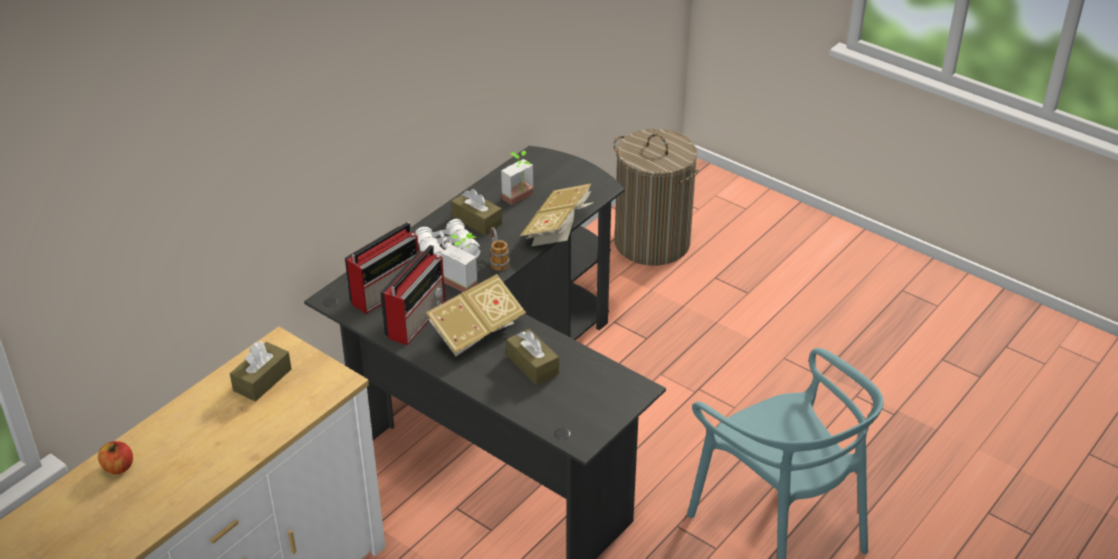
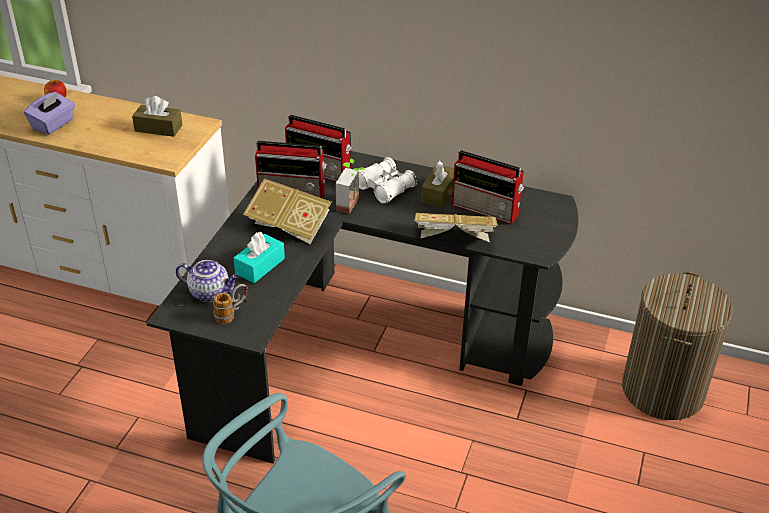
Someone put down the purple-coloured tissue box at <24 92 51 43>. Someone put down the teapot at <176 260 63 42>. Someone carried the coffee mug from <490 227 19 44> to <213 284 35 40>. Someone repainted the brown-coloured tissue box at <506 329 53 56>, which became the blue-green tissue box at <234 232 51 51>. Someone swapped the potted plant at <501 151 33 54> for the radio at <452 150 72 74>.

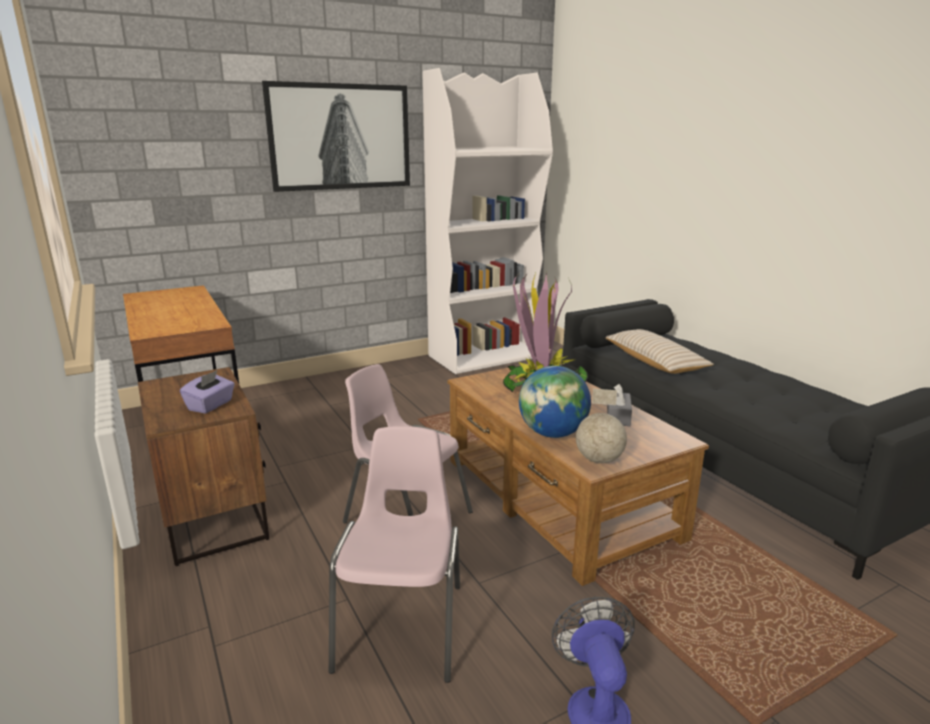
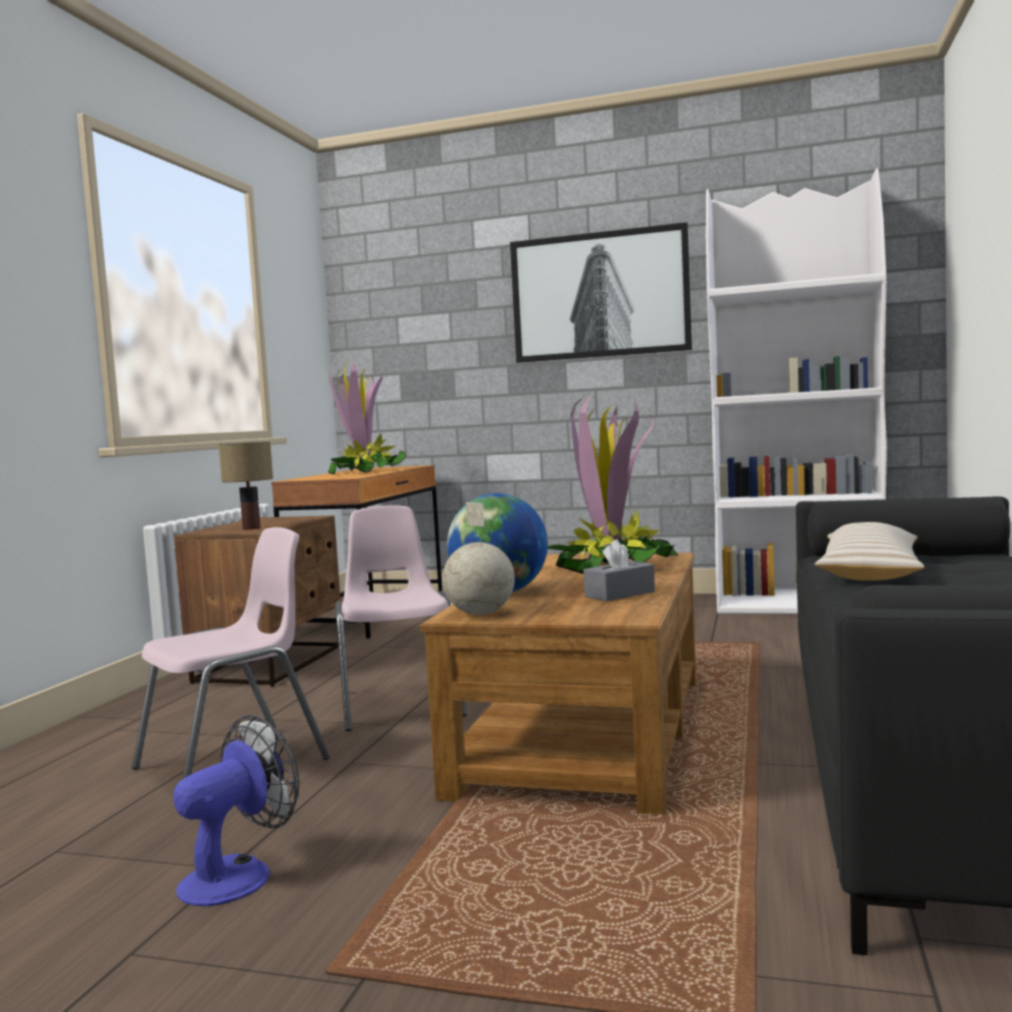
Someone swapped the purple-coloured tissue box at <180 370 55 44> for the tabletop lamp at <219 442 54 88>. Someone put down the potted plant at <328 359 78 115>.

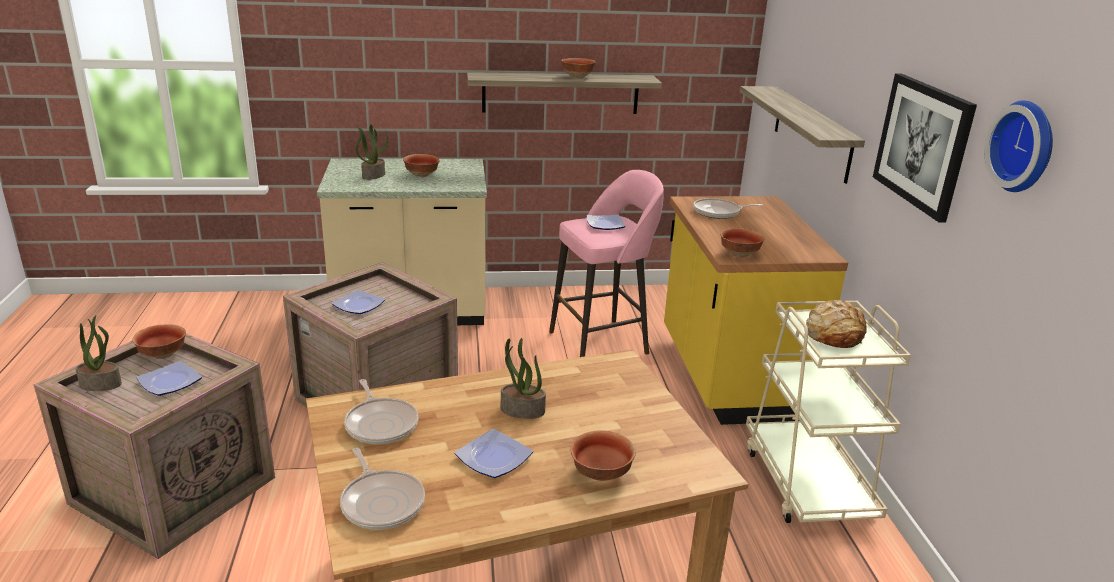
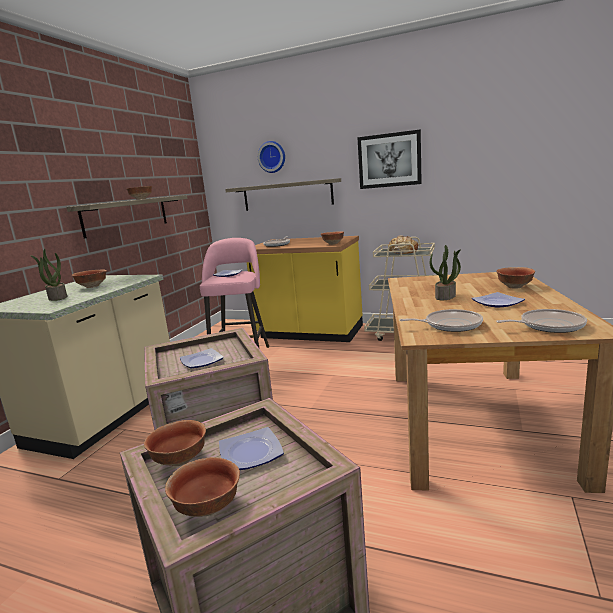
Someone swapped the potted plant at <75 315 47 76> for the serving bowl at <165 457 75 60>. Someone carried the wall clock from <985 100 68 92> to <258 141 27 32>.

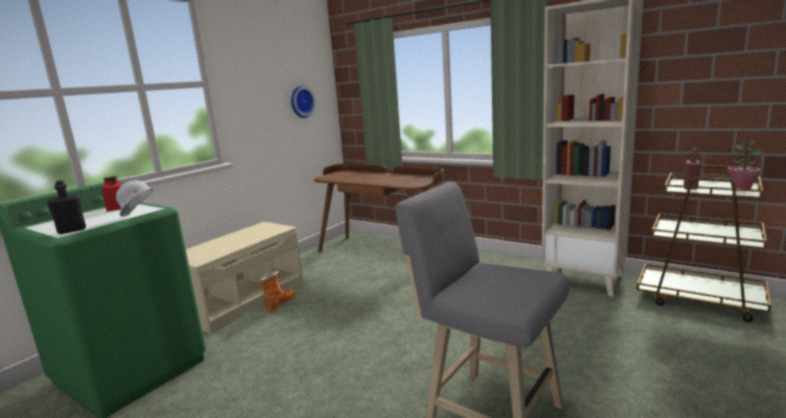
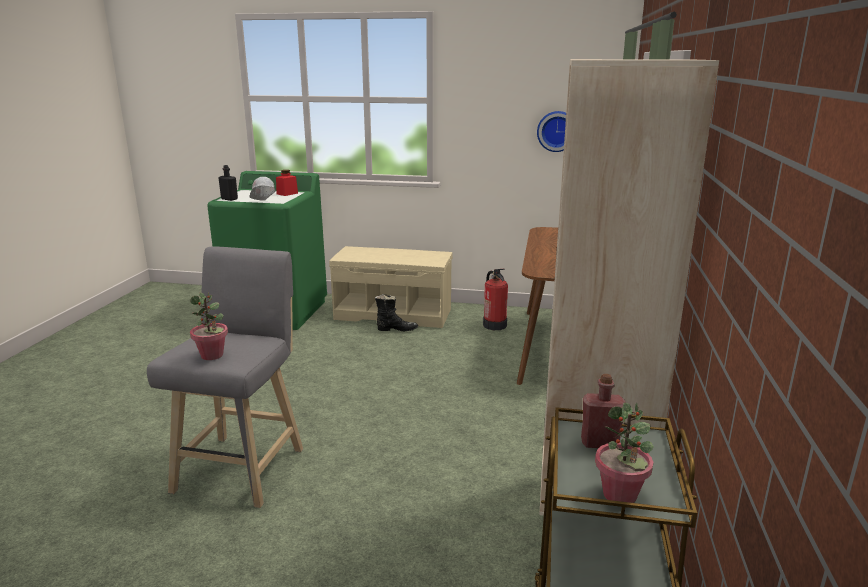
Someone put down the potted plant at <190 292 38 68>. Someone repainted the orange-coloured tall boot at <260 271 36 41>, which became the blackish tall boot at <375 294 43 37>. Someone put down the fire-fighting cylinder at <483 269 25 61>.

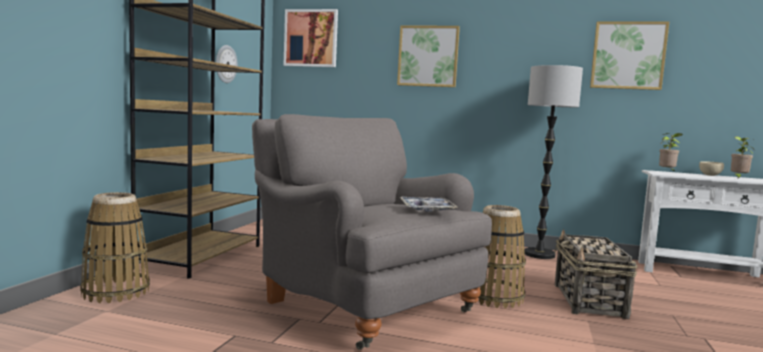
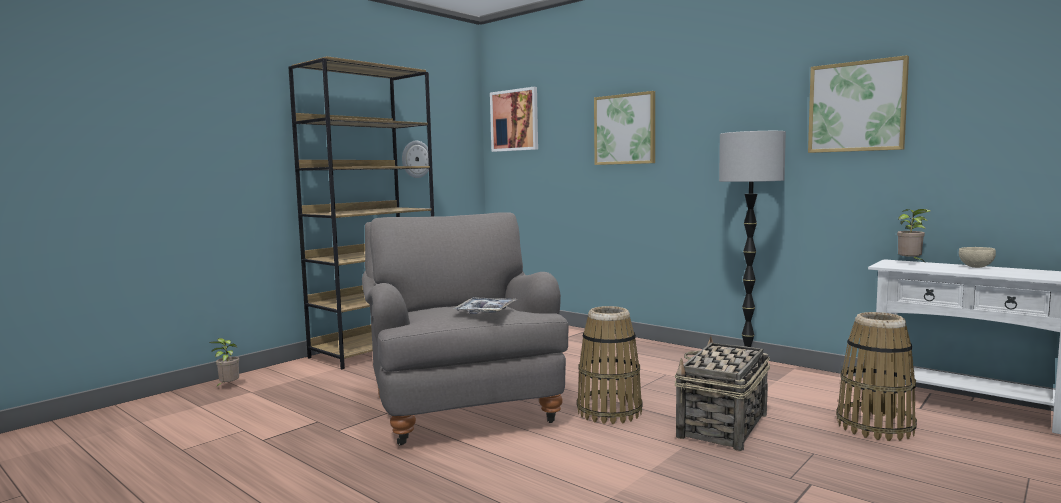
Someone carried the potted plant from <731 137 23 41> to <209 338 30 50>. Someone carried the storage basket from <80 192 70 111> to <836 312 81 129>.

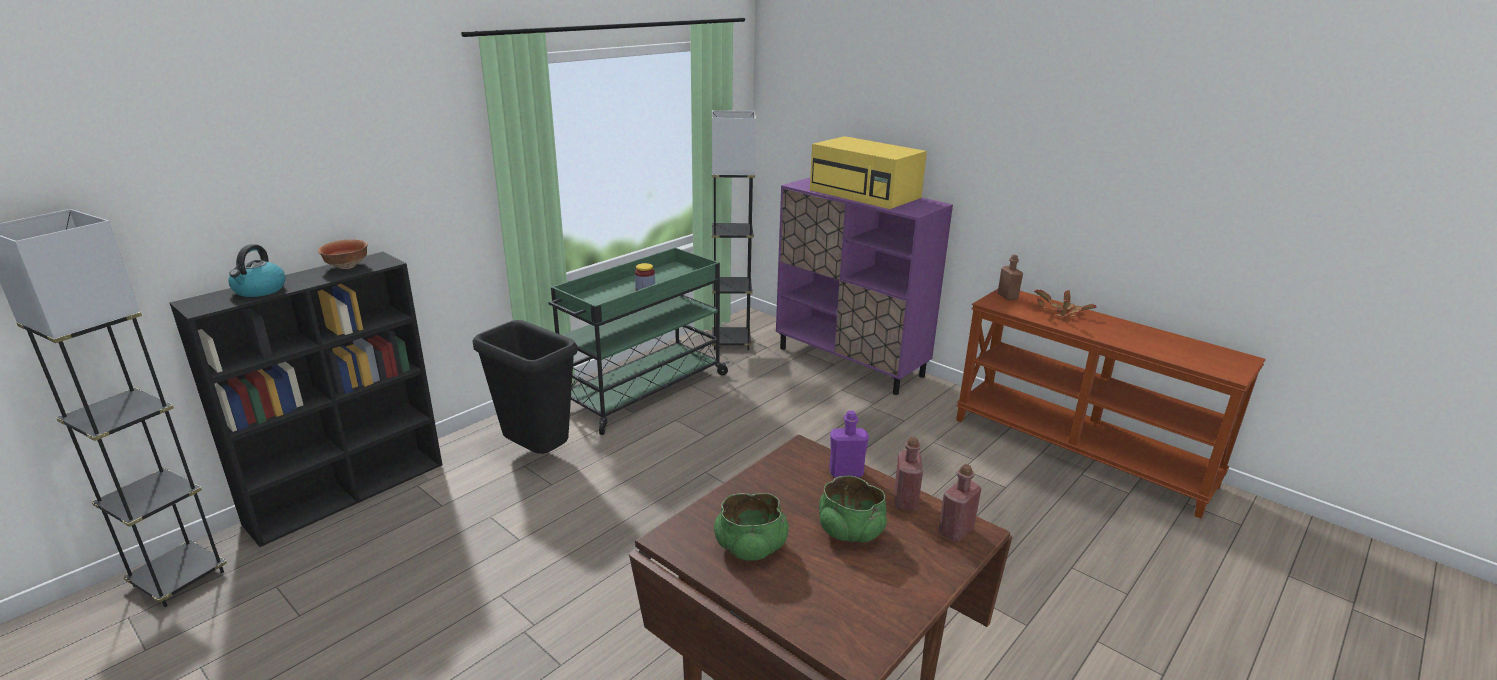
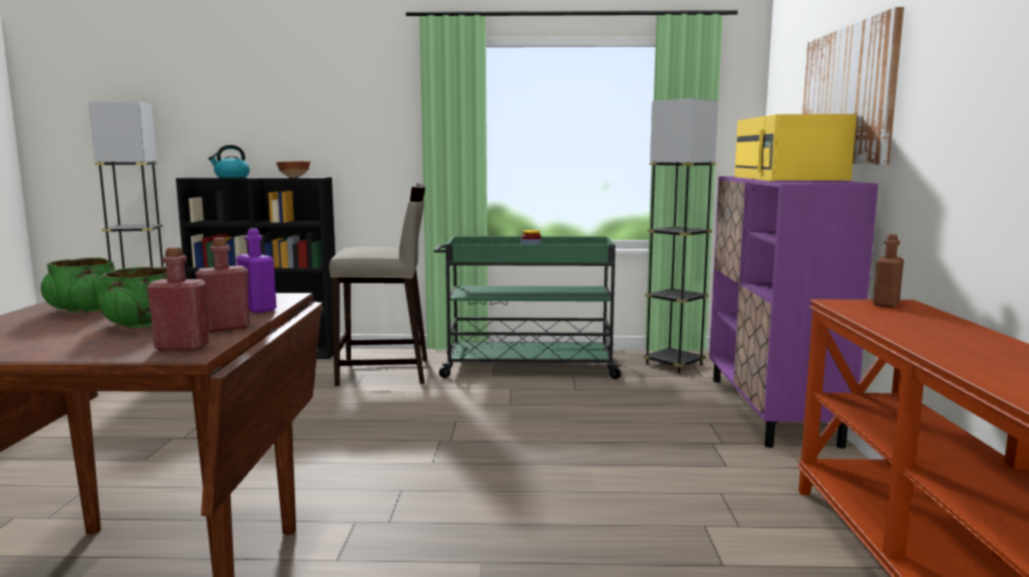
Someone swapped the blackish trash can at <473 320 105 134> for the sand-coloured sitting stool at <329 183 98 203>. Someone put up the wall picture at <802 7 102 158>. Someone took away the potted plant at <1034 289 63 28>.

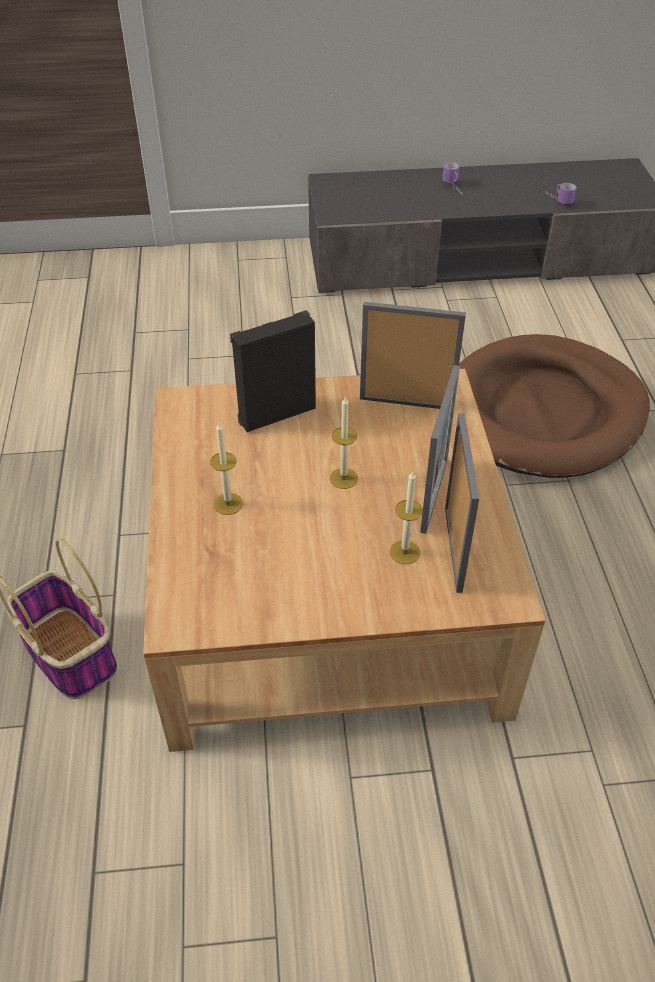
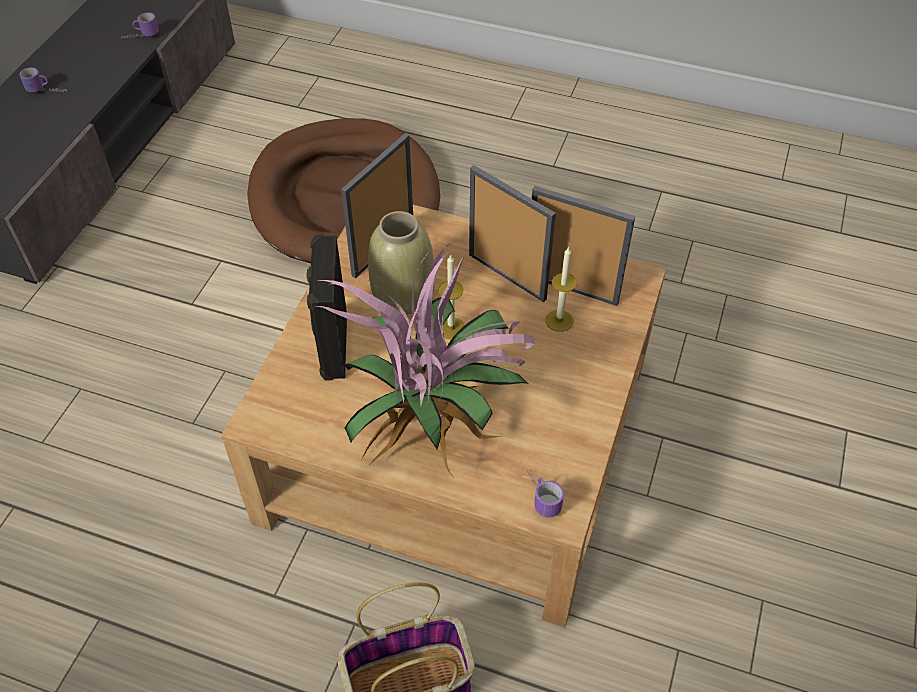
Someone swapped the wax light at <210 423 33 92> for the potted plant at <316 241 219 234>. Someone put down the sand-coloured decorative vase at <368 211 67 104>. Someone put down the coffee mug at <527 470 37 47>.

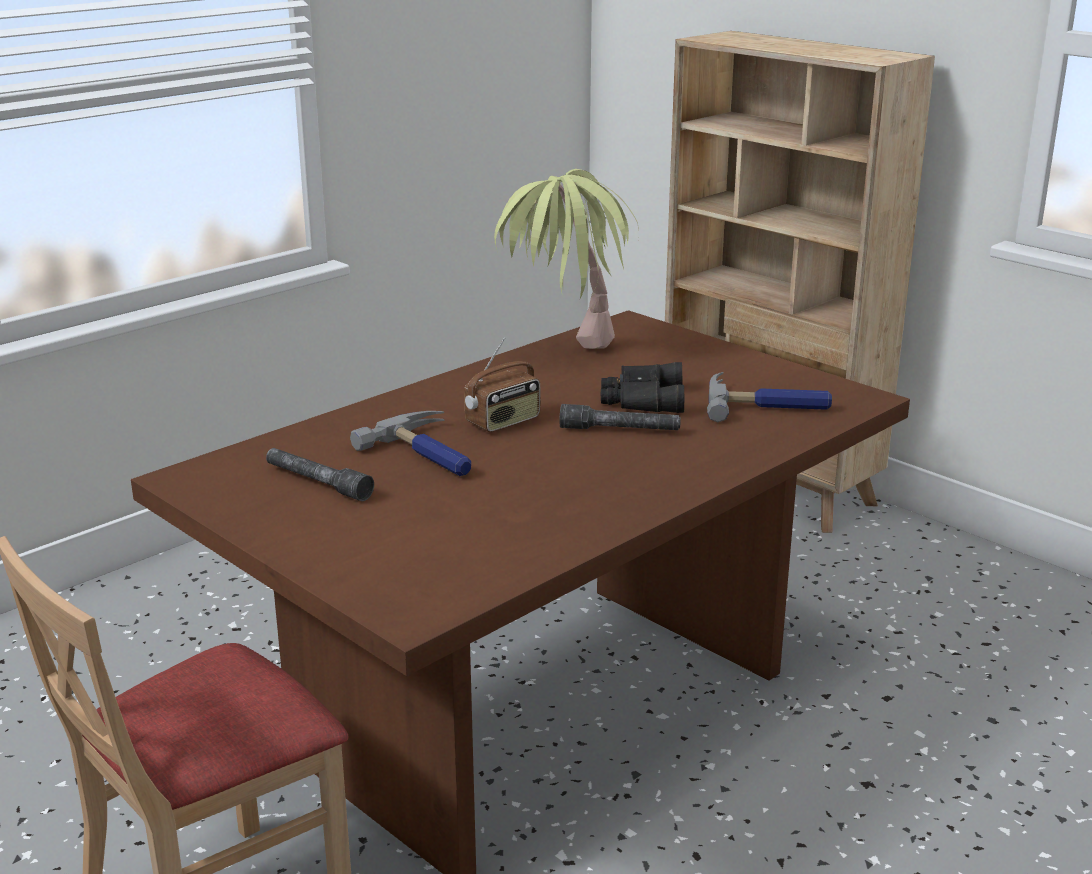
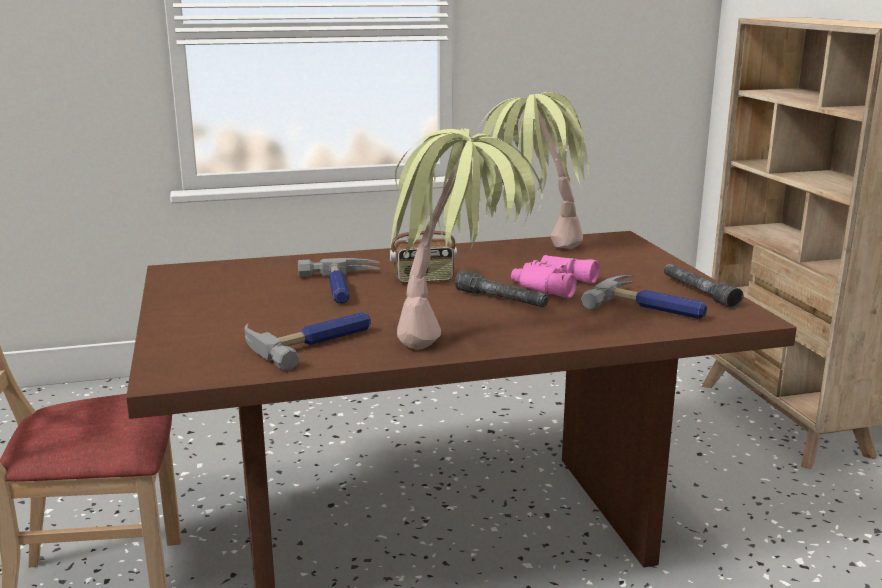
Someone put down the hammer at <245 312 126 59>. Someone put down the potted plant at <390 128 153 221>. Someone repainted the blackish field glasses at <601 362 83 51>, which became the pink field glasses at <511 255 88 43>. Someone carried the gray hand torch from <266 448 108 53> to <664 264 79 45>.

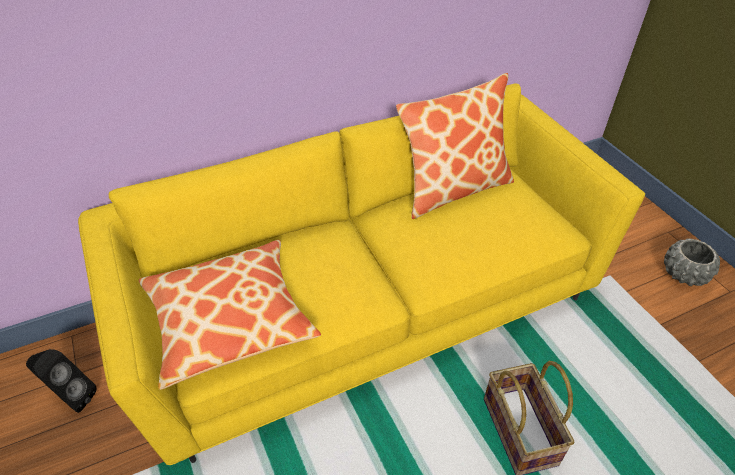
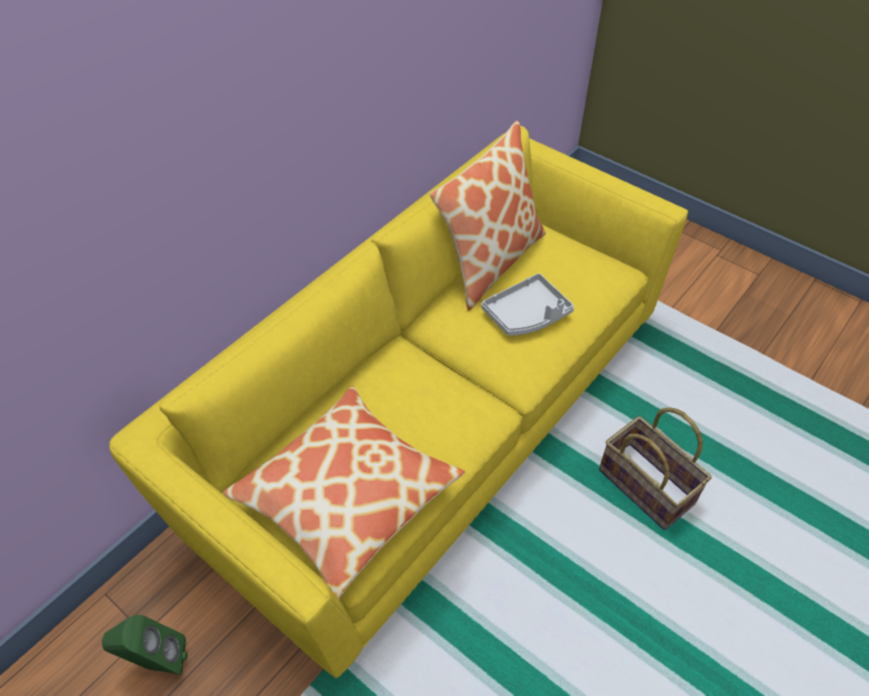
Someone repainted the blackish audio speaker at <26 349 70 64>, which became the green audio speaker at <102 615 85 60>. Someone put down the gray carrying tray at <481 273 93 63>. Someone took away the gray planter at <664 238 56 48>.

